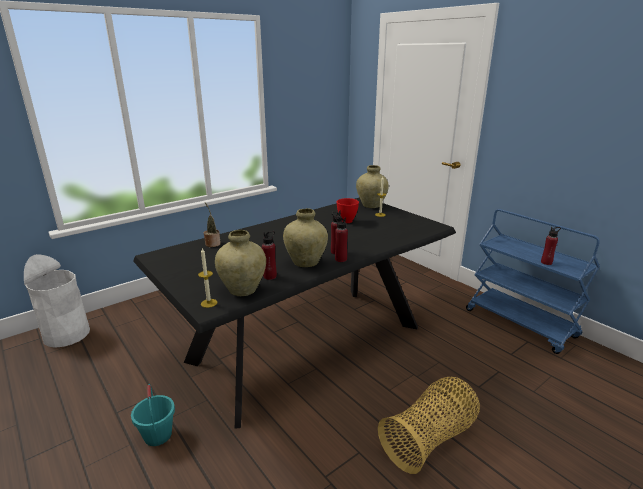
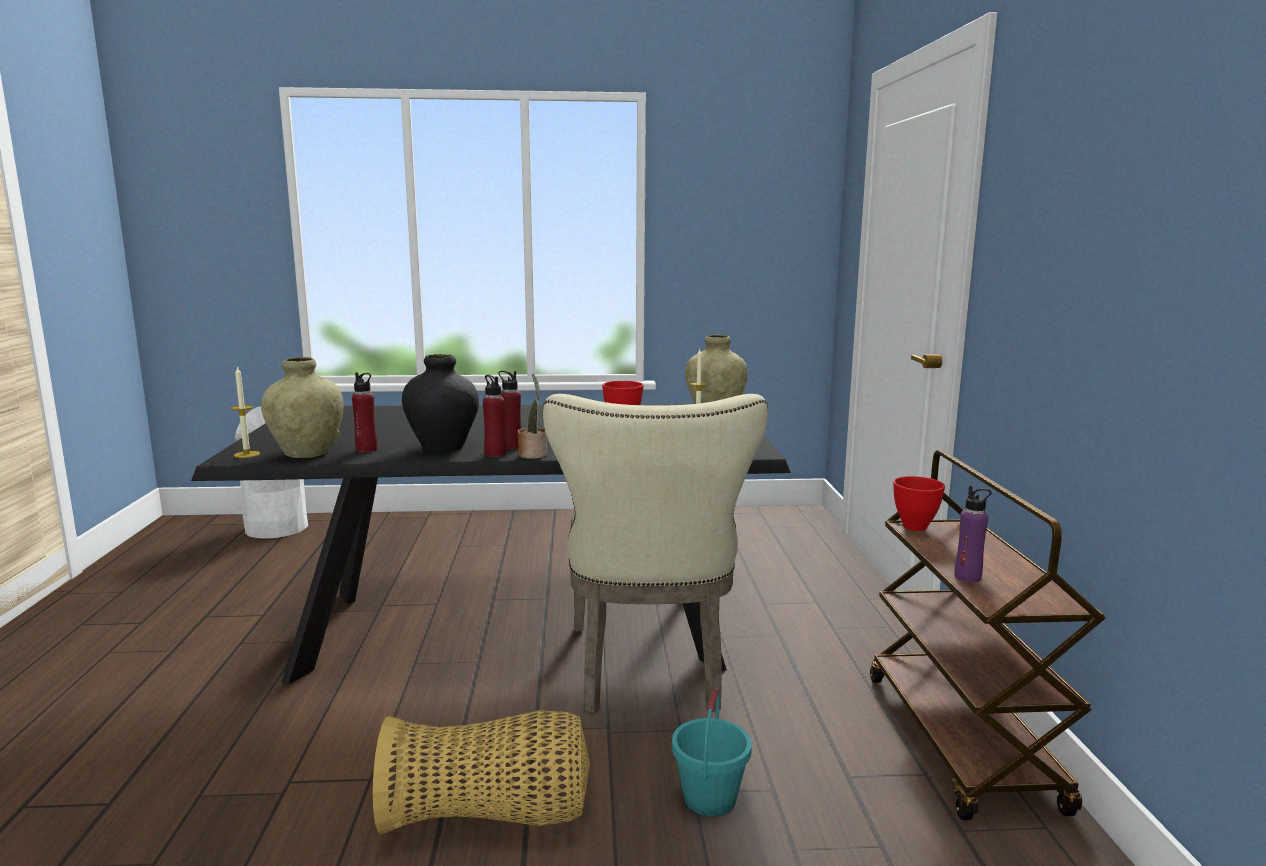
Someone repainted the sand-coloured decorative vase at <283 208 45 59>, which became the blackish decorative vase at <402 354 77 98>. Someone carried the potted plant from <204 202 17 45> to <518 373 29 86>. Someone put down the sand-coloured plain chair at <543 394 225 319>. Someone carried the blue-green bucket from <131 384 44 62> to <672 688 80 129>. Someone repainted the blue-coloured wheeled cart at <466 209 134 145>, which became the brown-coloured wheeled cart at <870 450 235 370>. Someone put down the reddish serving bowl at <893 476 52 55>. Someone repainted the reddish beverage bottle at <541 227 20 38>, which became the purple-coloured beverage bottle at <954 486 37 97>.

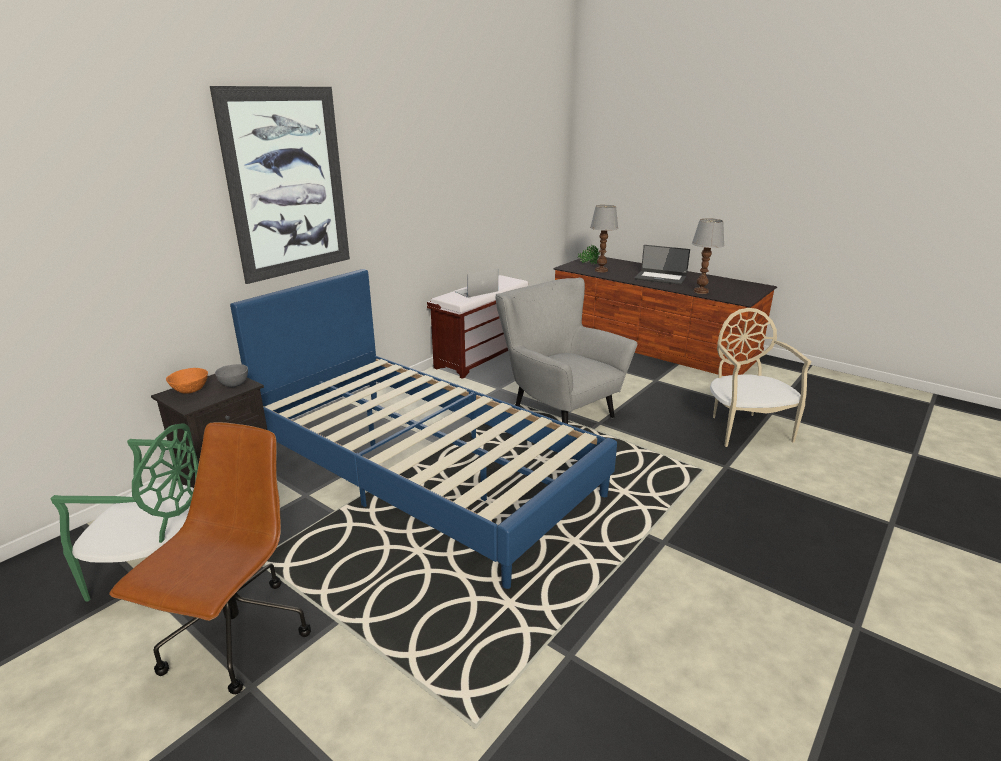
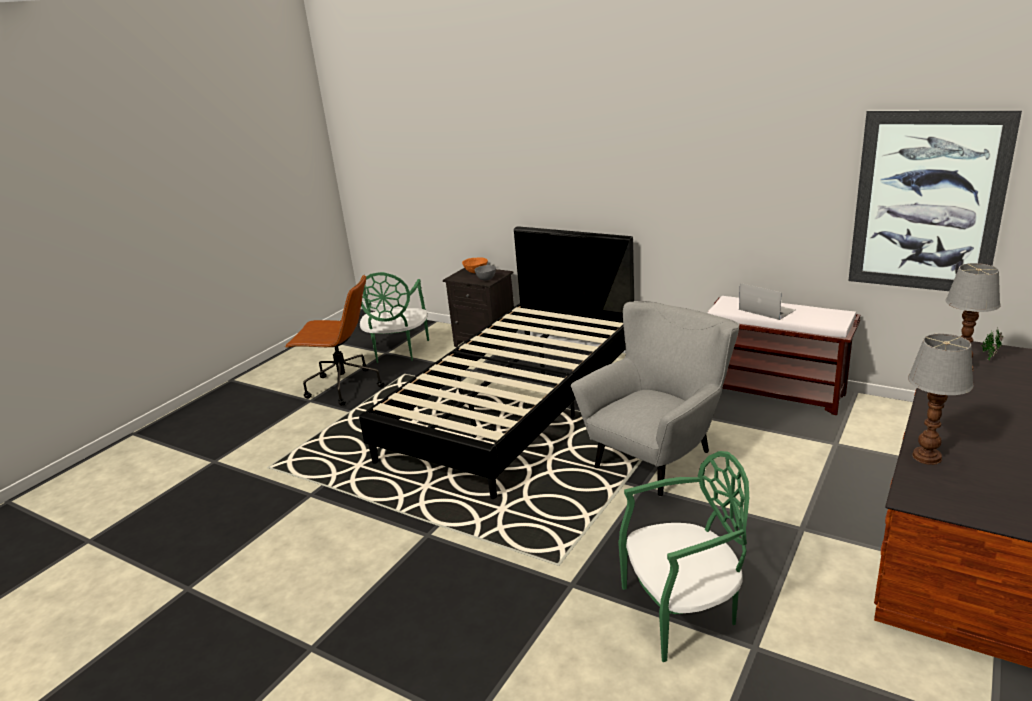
Someone repainted the blue-coloured bedroom bed at <230 269 387 320>, which became the blackish bedroom bed at <359 226 275 273>. Someone repainted the sand-coloured plain chair at <710 308 101 139>, which became the green plain chair at <618 451 131 211>. Someone carried the wall picture from <210 86 140 198> to <848 110 174 181>. Someone took away the laptop at <635 245 55 40>.

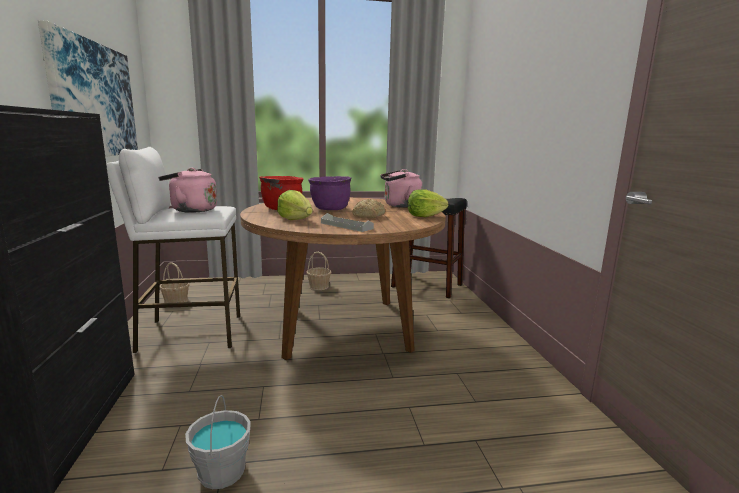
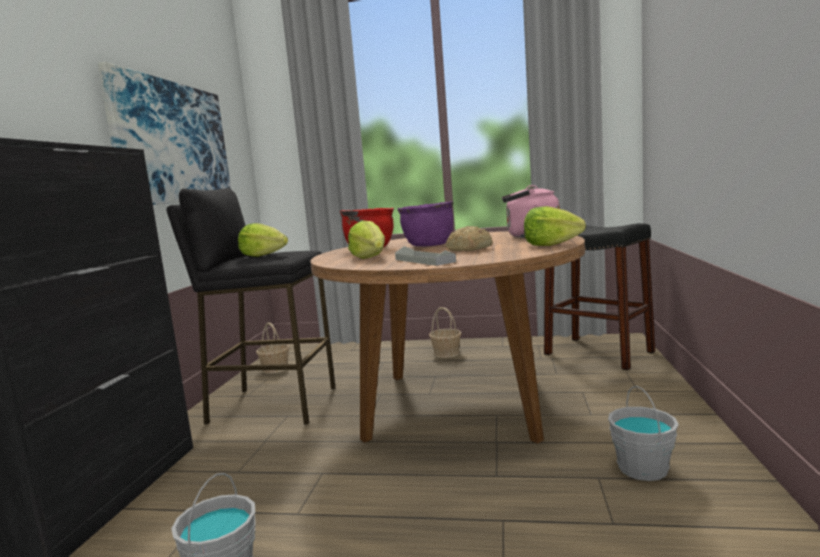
Someone repainted the white-coloured sitting stool at <106 147 134 206>, which became the blackish sitting stool at <166 188 170 236>. Someone swapped the pink tea kettle at <159 168 58 45> for the lettuce at <238 223 50 34>. Someone put down the gray bucket at <608 386 71 95>.

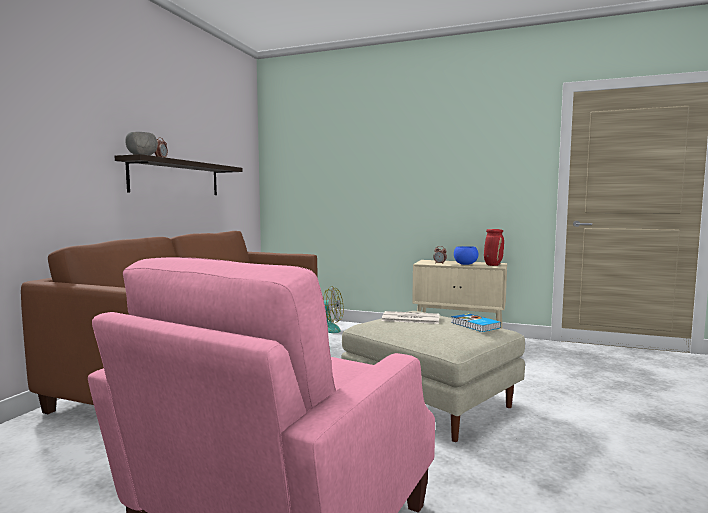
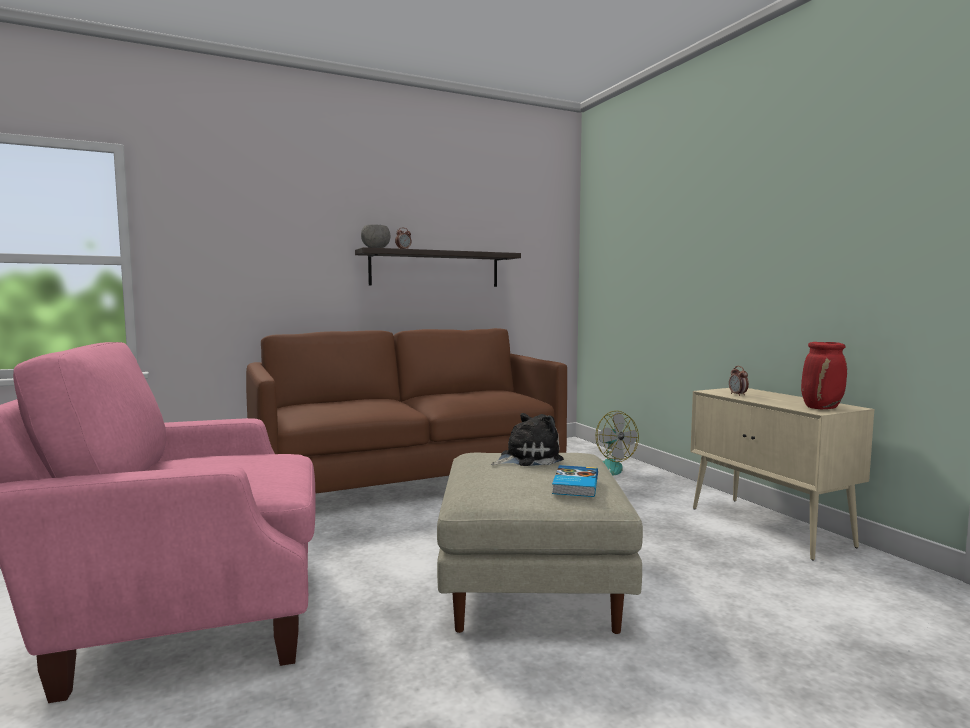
Someone swapped the newspaper at <381 311 59 13> for the soft toy at <491 413 73 53>. Someone took away the blue-coloured serving bowl at <454 246 24 19>.

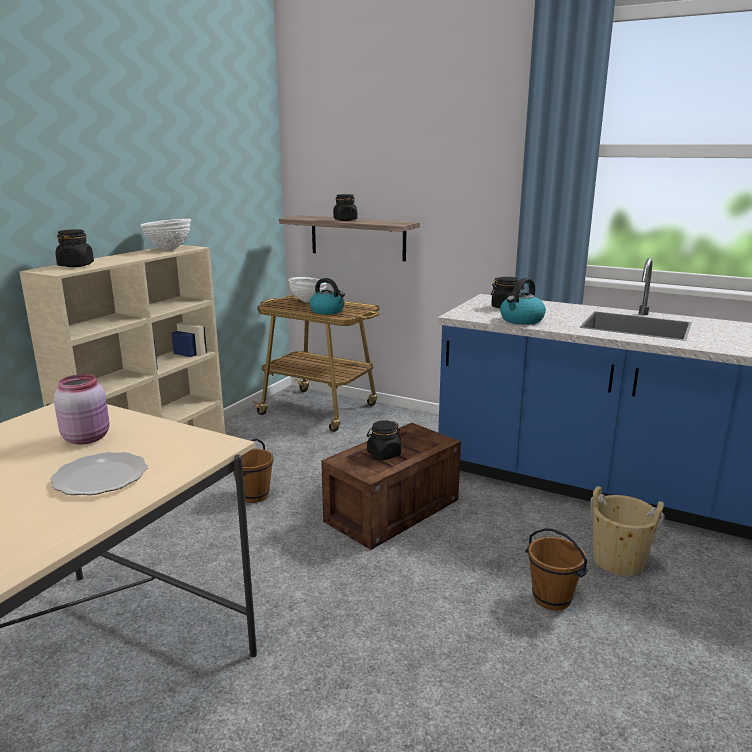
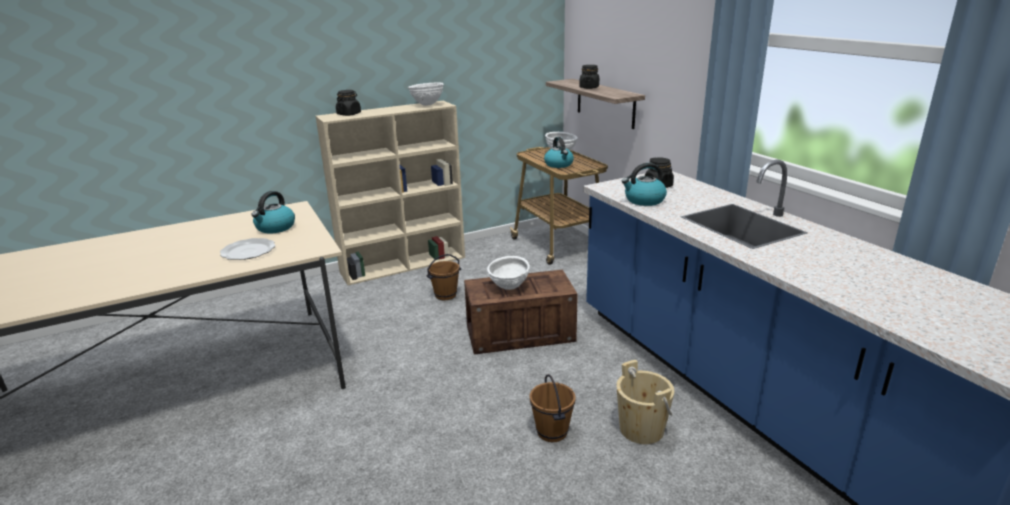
Someone swapped the pink jar at <54 374 56 71> for the tea kettle at <252 191 43 43>. Someone swapped the blackish jar at <367 420 34 40> for the white-coloured serving bowl at <487 256 43 34>.

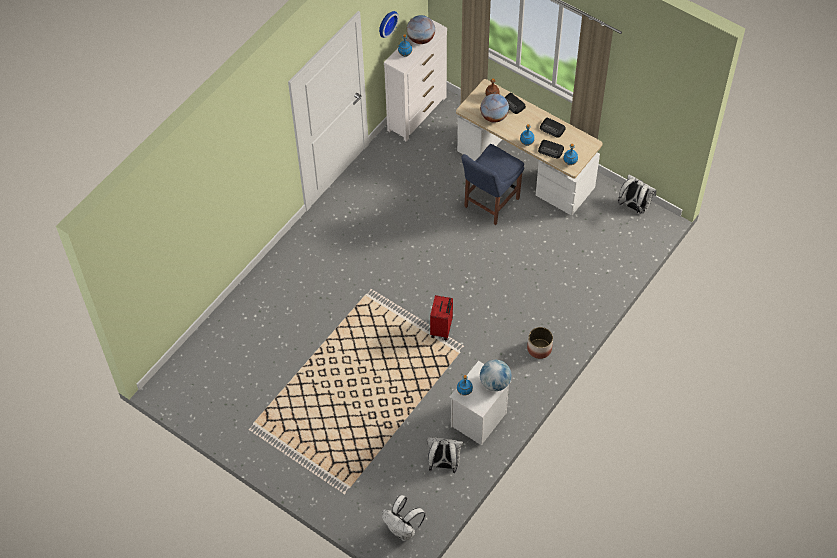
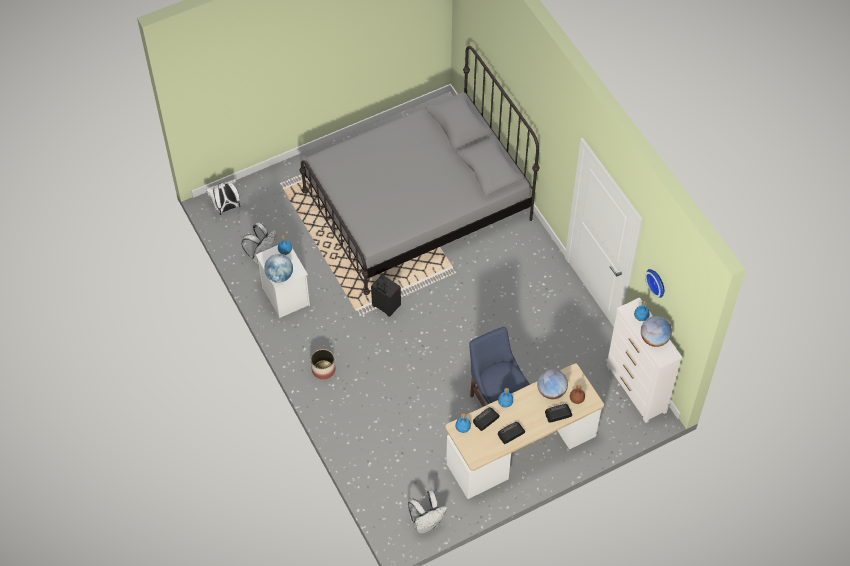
Someone put down the gray bedroom bed at <299 46 241 249>. Someone repainted the reddish travel case at <430 295 23 45>, which became the blackish travel case at <371 275 30 42>.

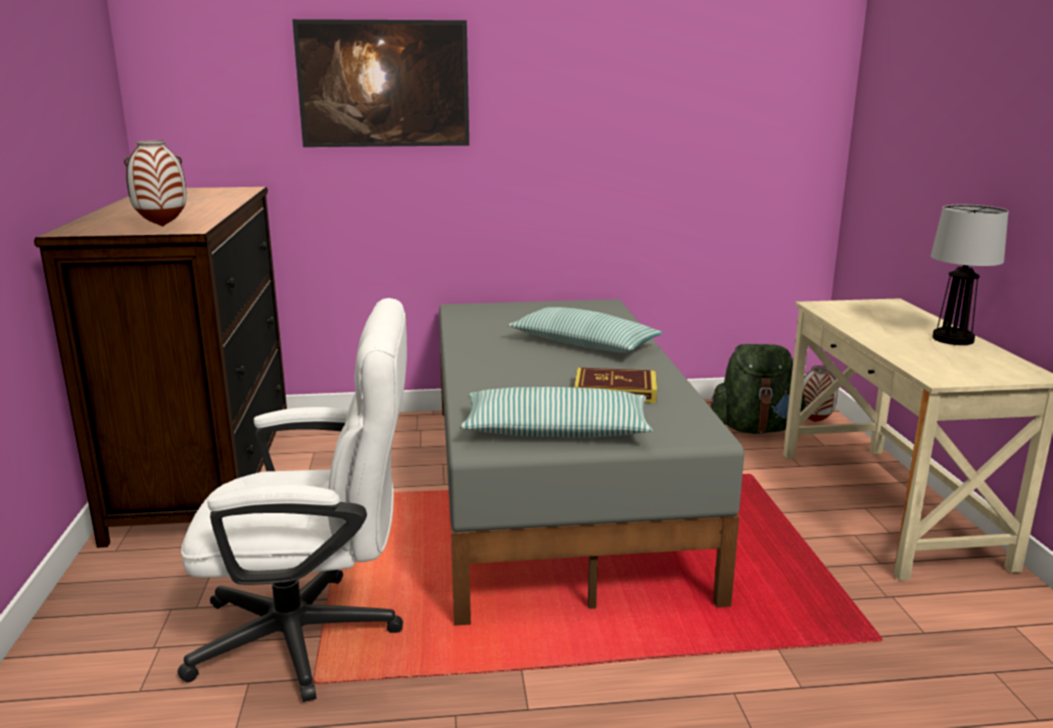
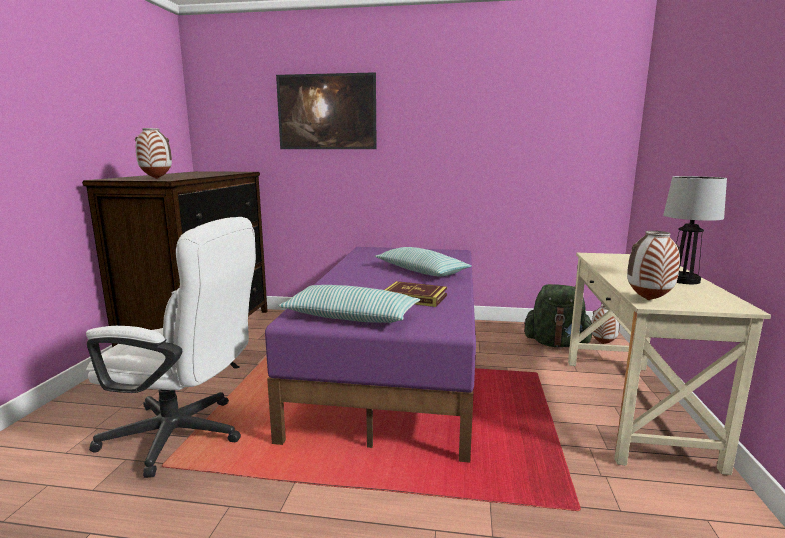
Someone repainted the gray bedroom bed at <439 299 305 327>, which became the purple-coloured bedroom bed at <265 247 211 216>. Someone put down the decorative vase at <627 231 53 69>.

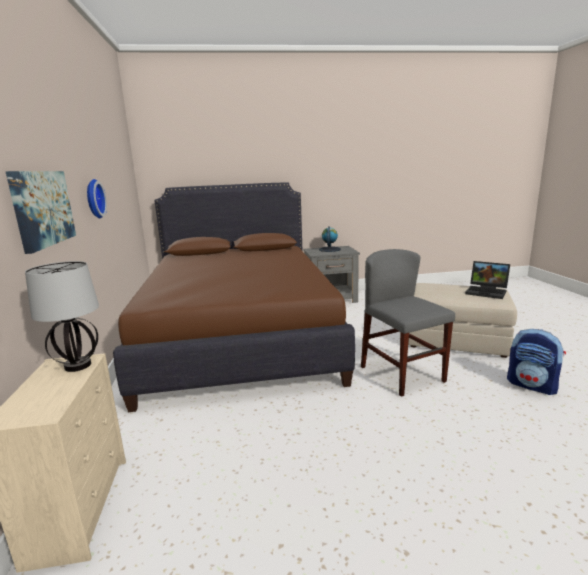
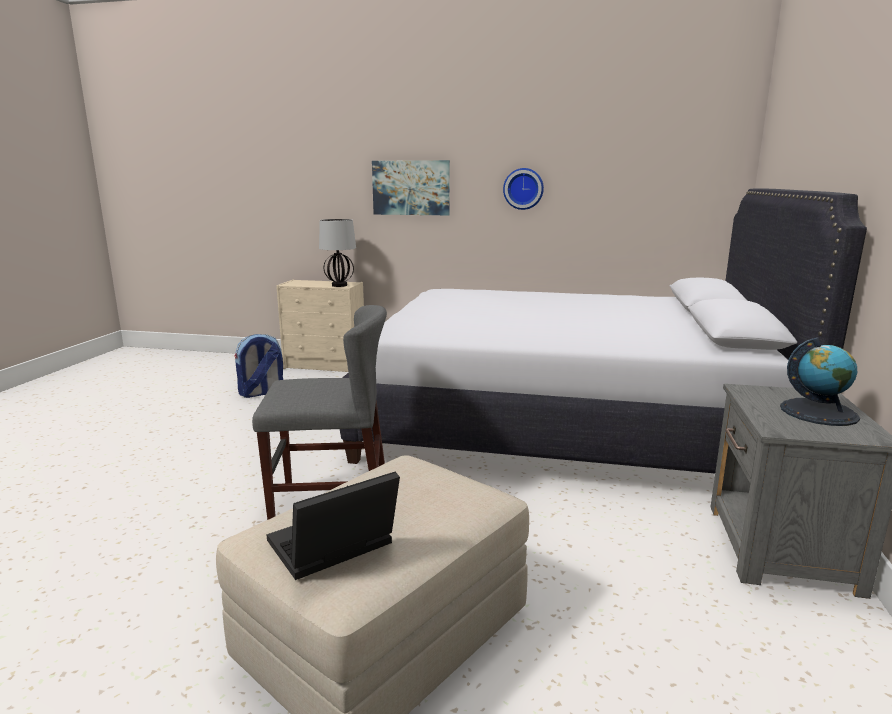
Someone carried the knapsack from <507 329 59 66> to <234 334 49 64>. Someone repainted the brown-coloured bedroom bed at <113 182 242 230>, which became the white-coloured bedroom bed at <340 189 527 284>.

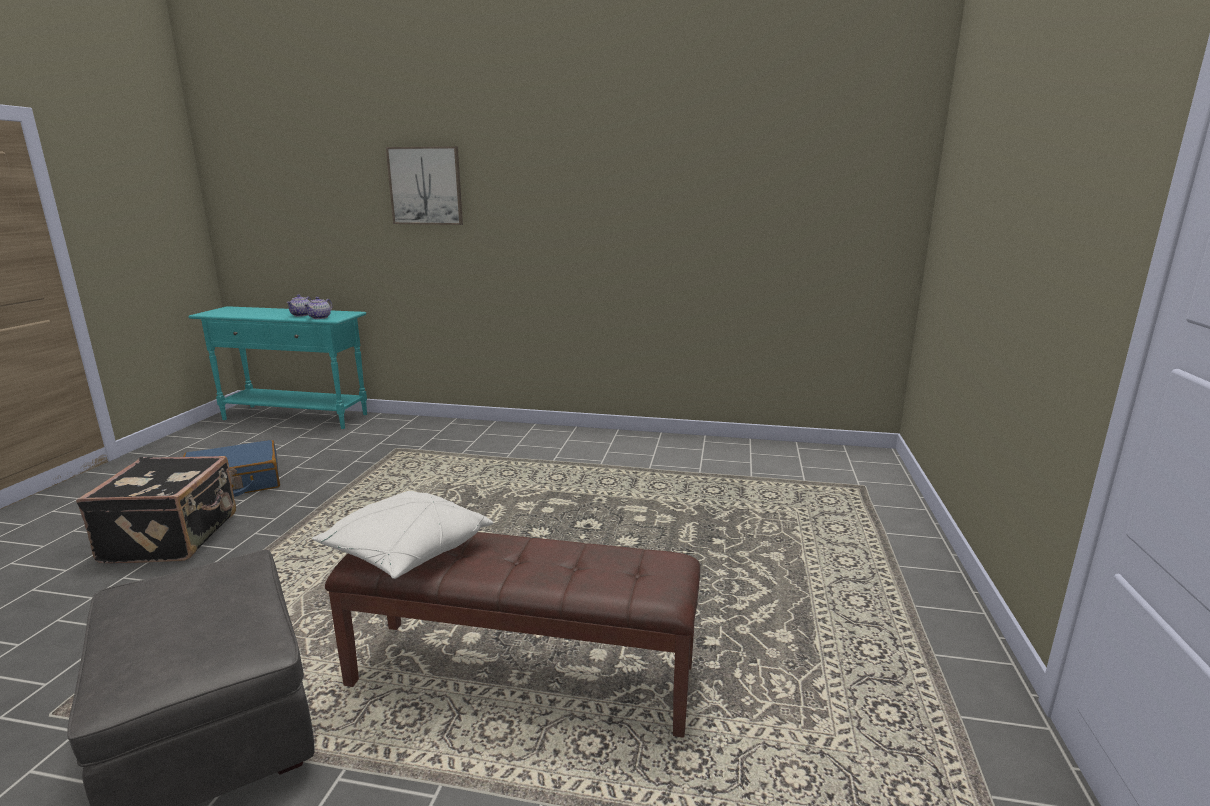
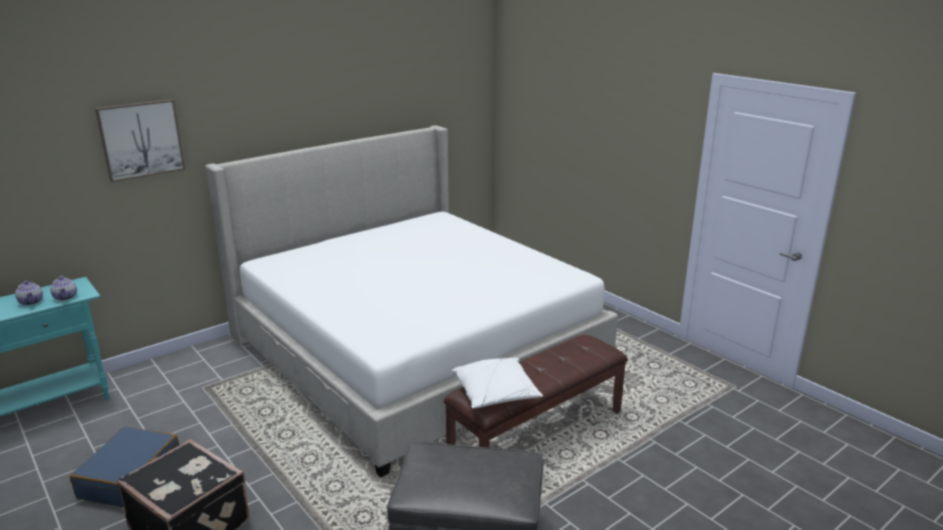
Someone put down the bedroom bed at <205 125 413 352>.

